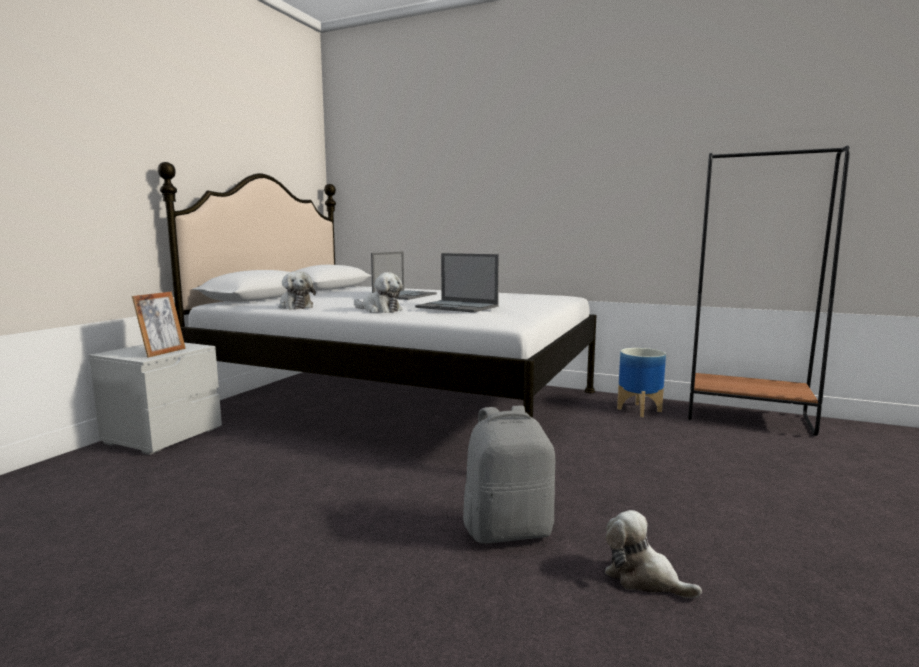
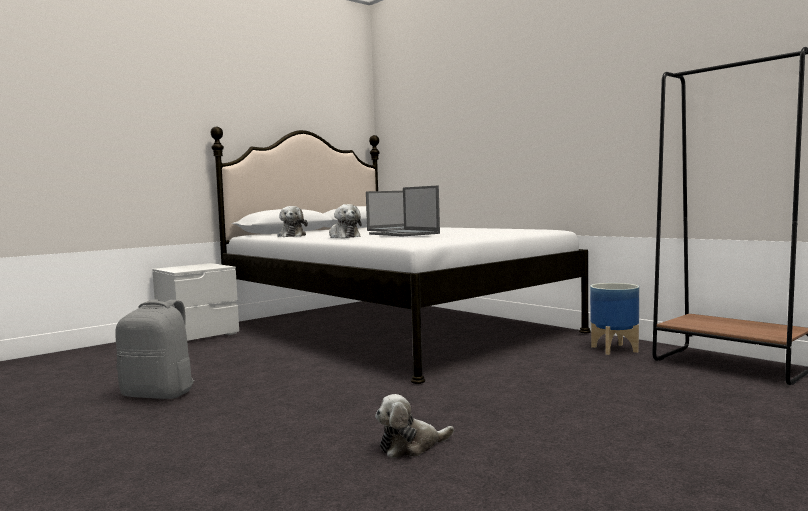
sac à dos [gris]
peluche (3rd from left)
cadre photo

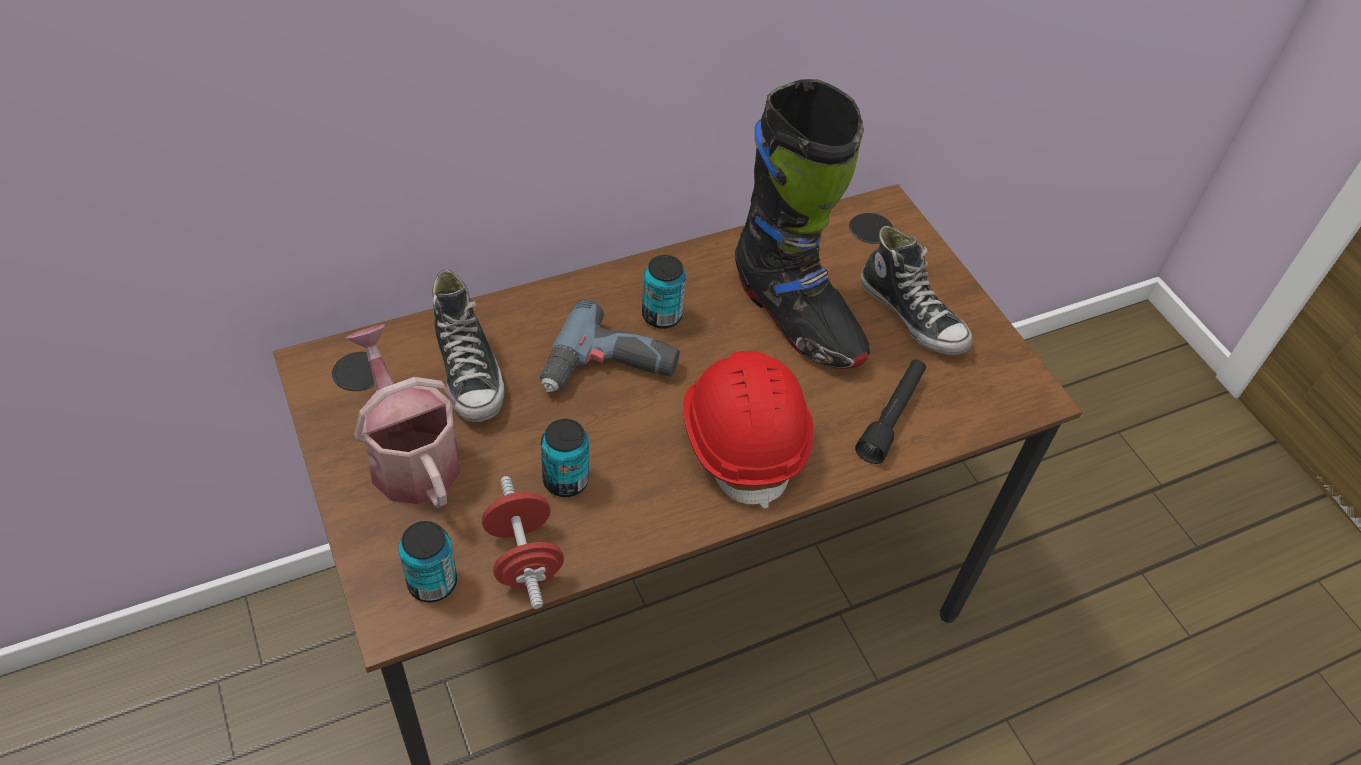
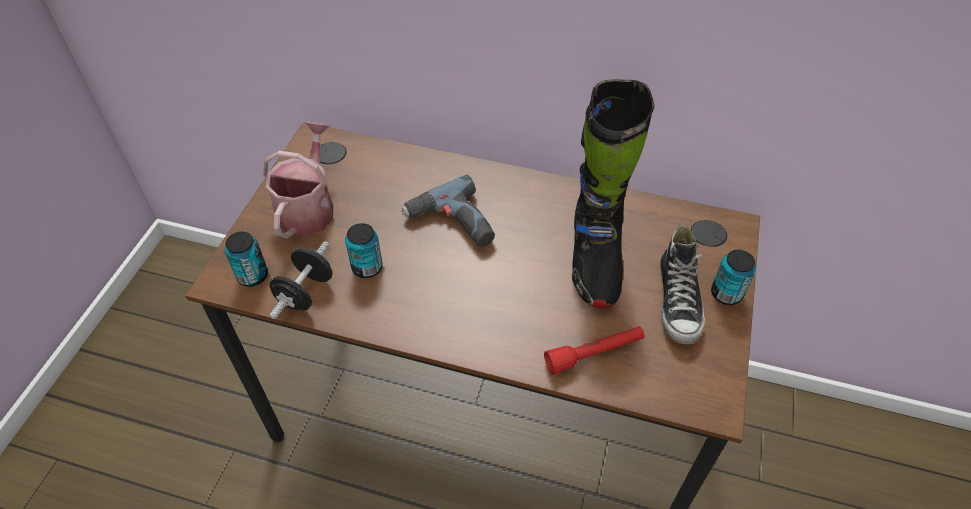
haltère [noir]
lampe de poche [rouge]
boîte métallique (3rd from left)
chaussure (1st from left in the first image)
casque de chantier [rouge]

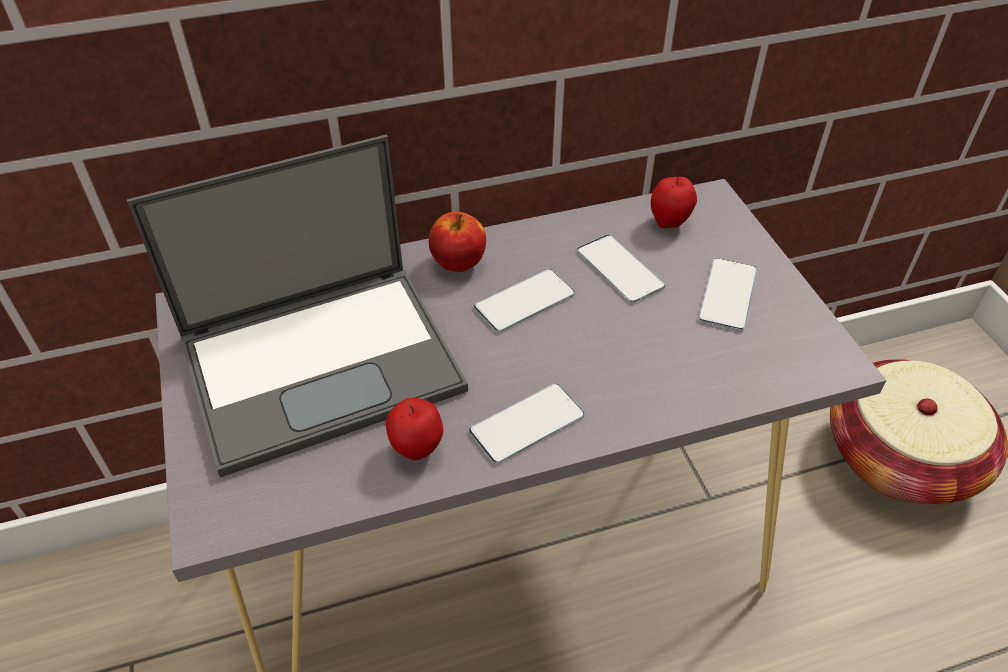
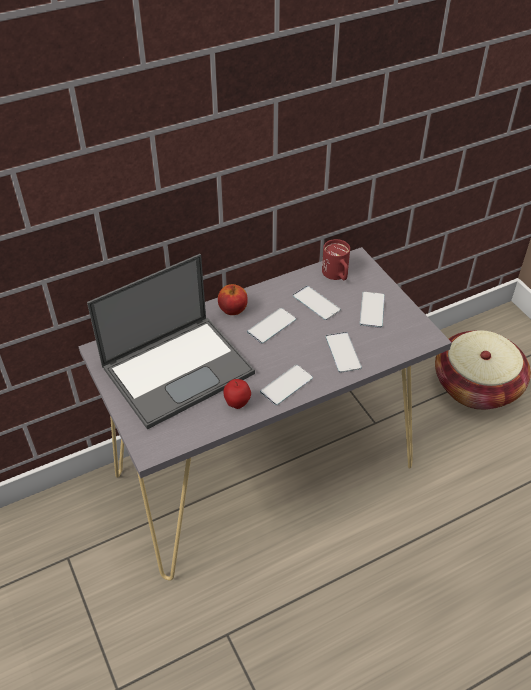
mug [rouge]
téléphone (4th from left)

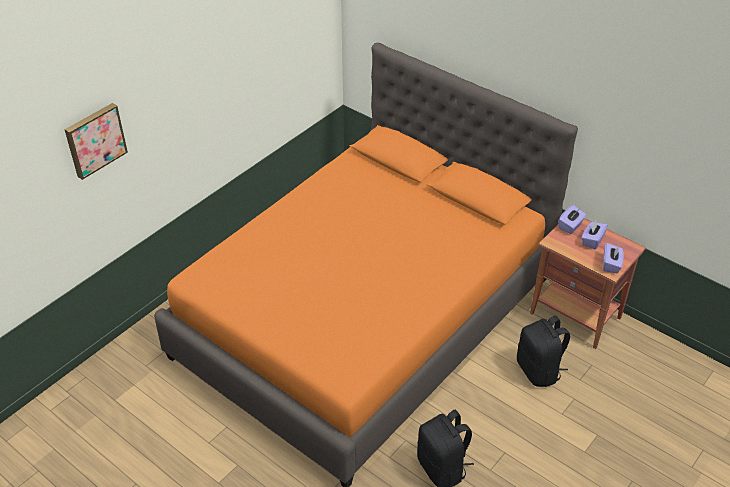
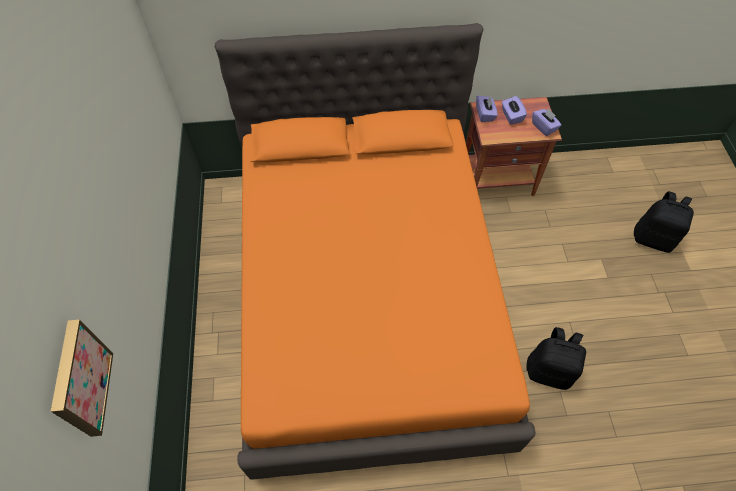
sac à dos [noir] (2nd from left)

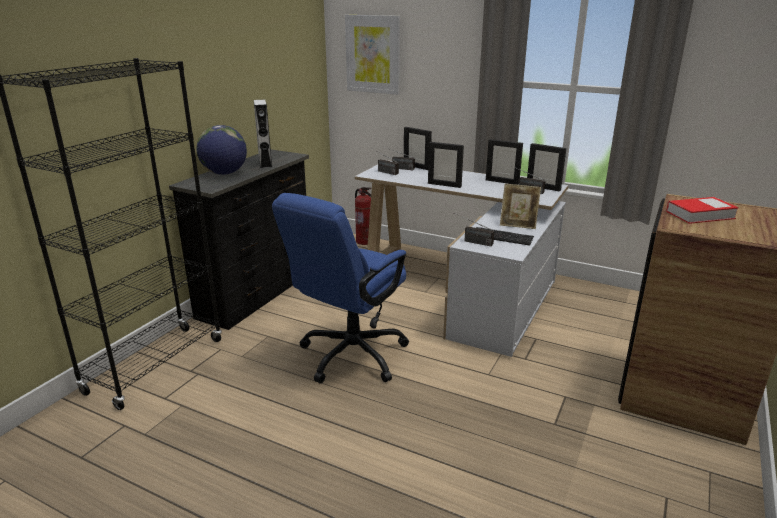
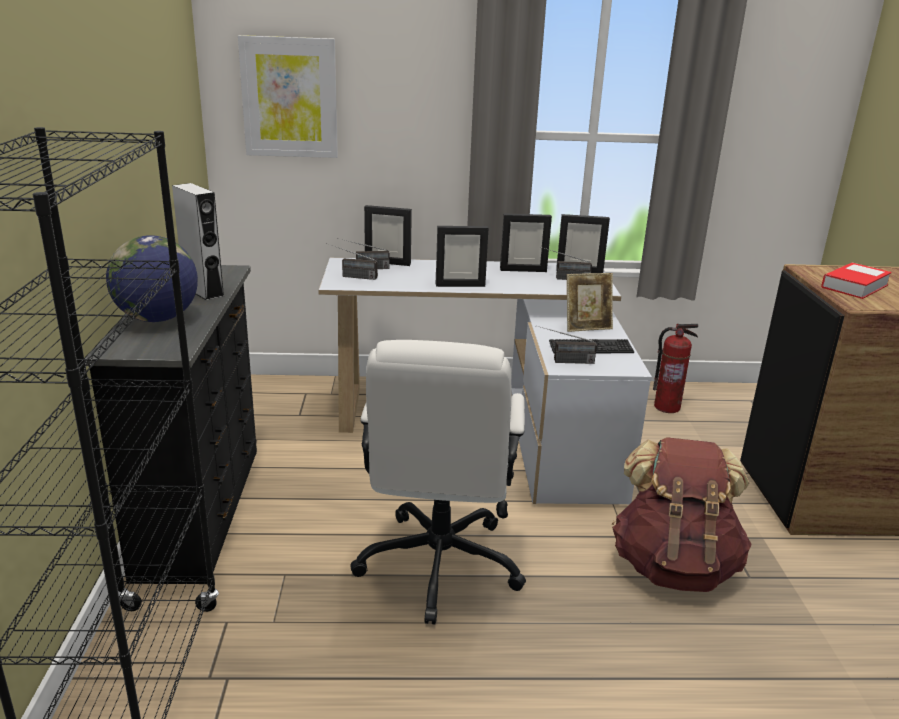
chaise de bureau [blanc]
sac à dos [marron]
extincteur

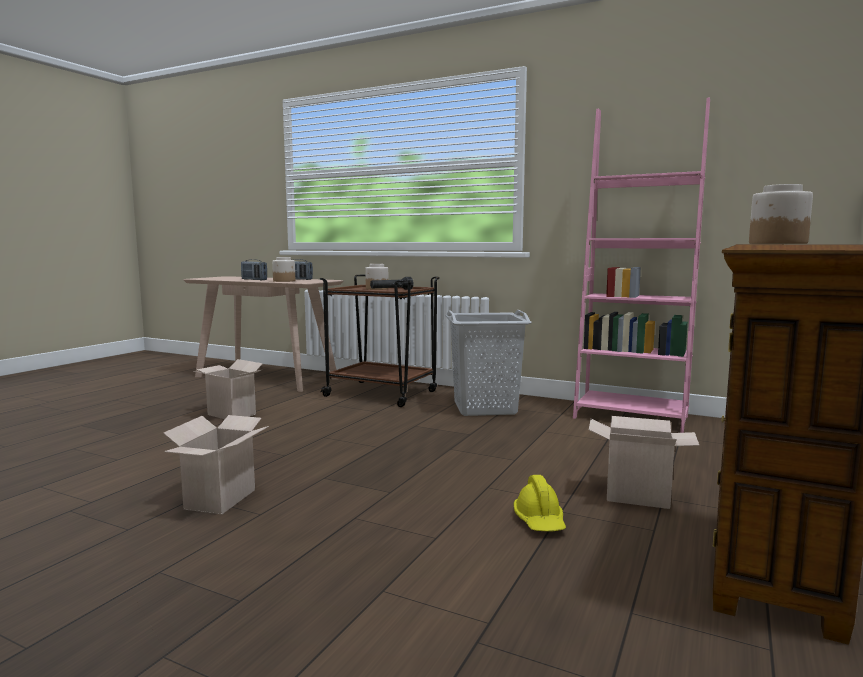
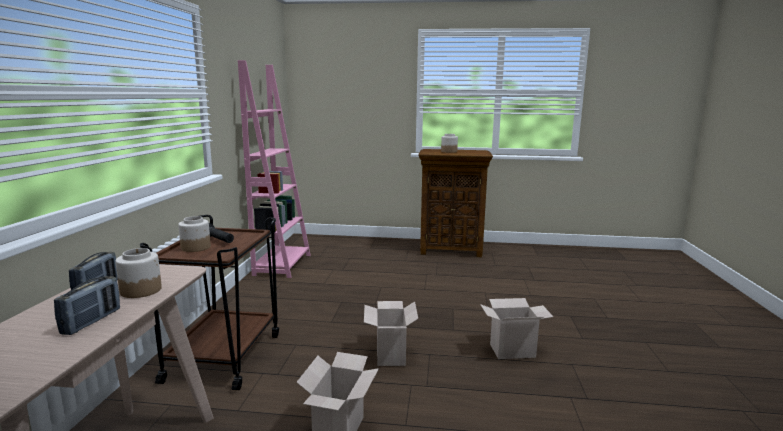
carton (2nd from left)
panier à linge [gris]
casque de chantier [jaune]

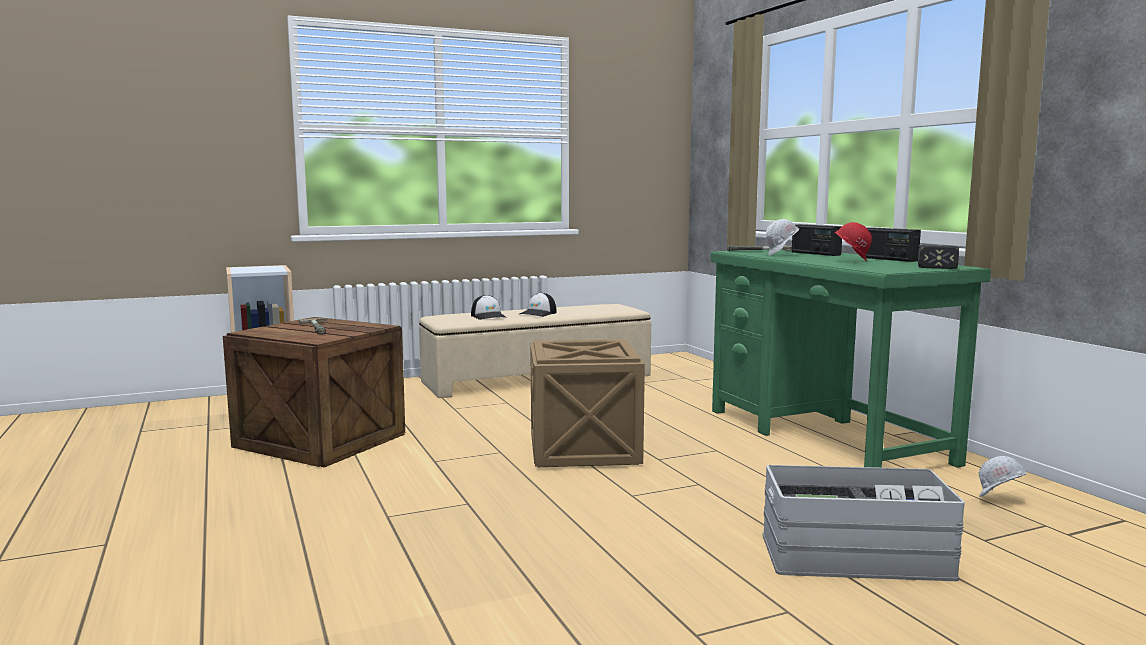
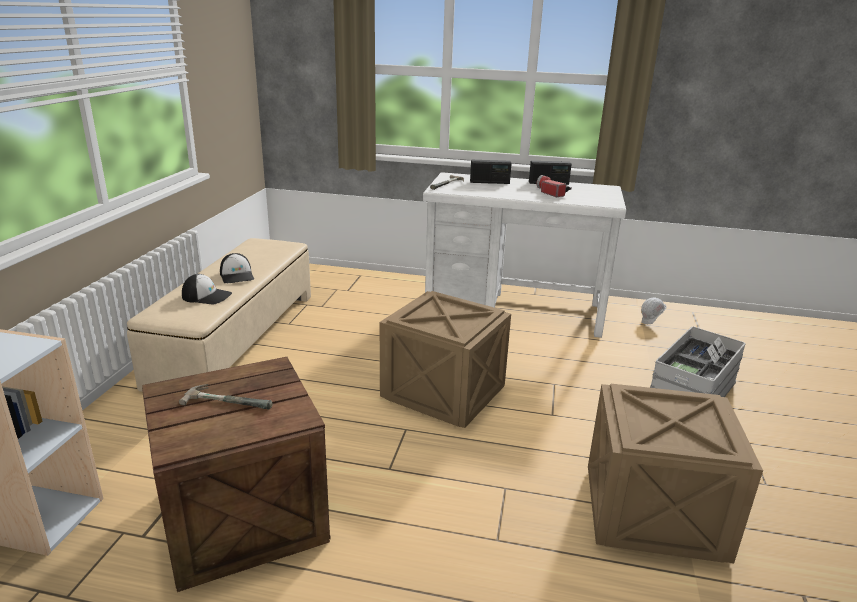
bureau [blanc]
lampe de poche
caisse (3rd from left)
casque de chantier [blanc] (1st from left in the first image)
marteau (3rd from left in the first image)

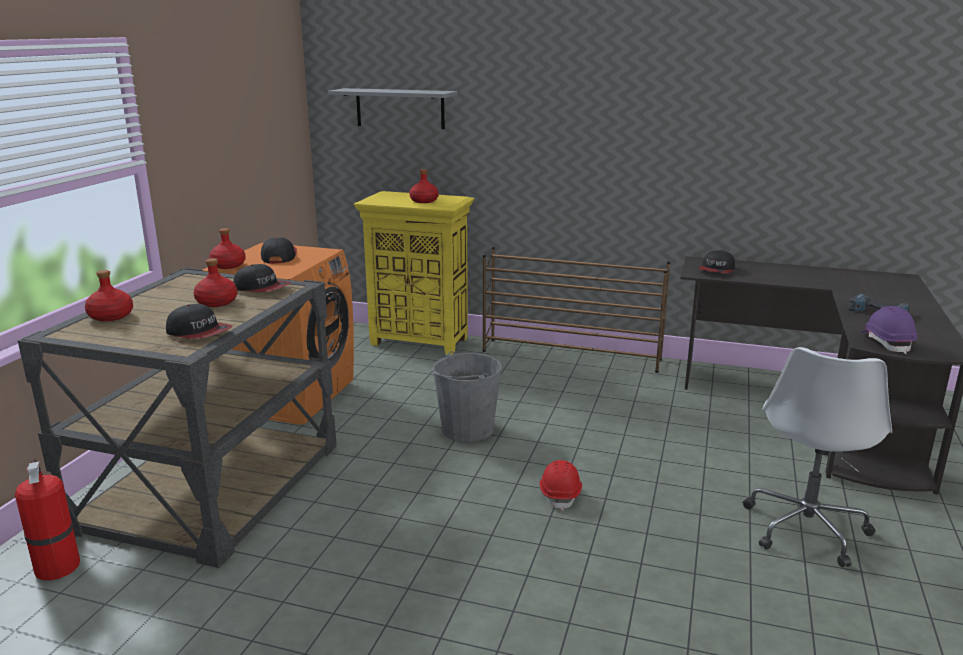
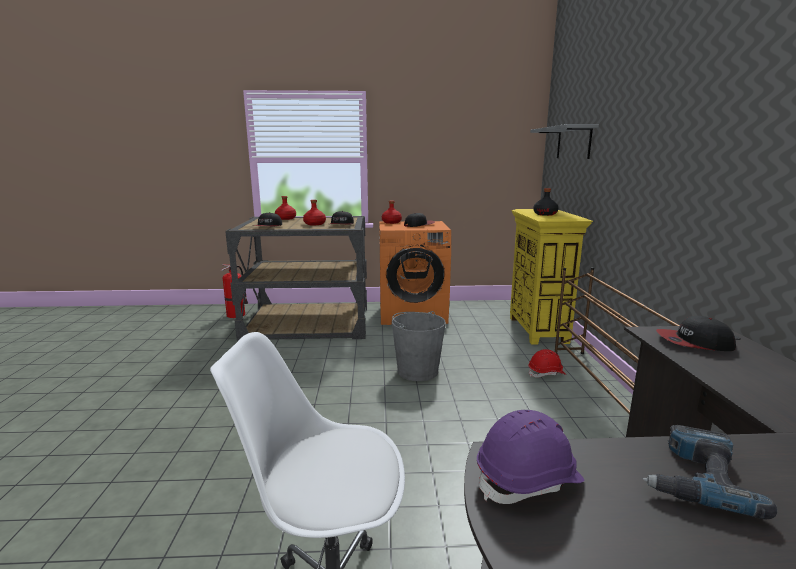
casque de chantier [rouge]
bouteille [noir]

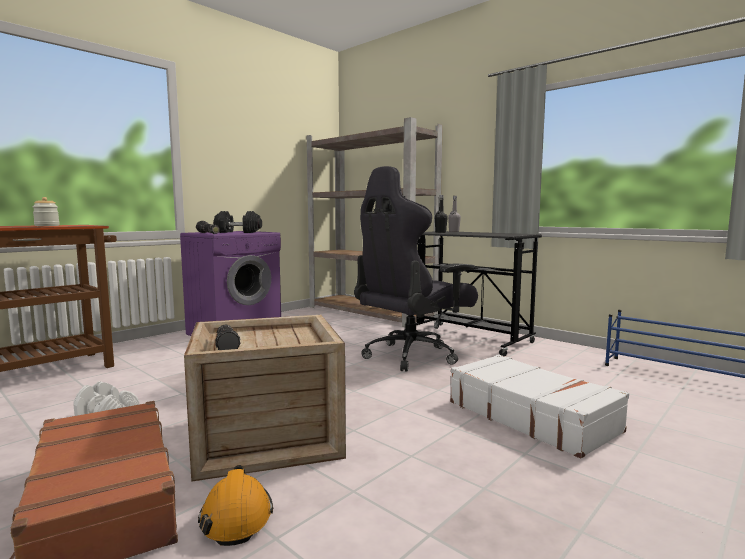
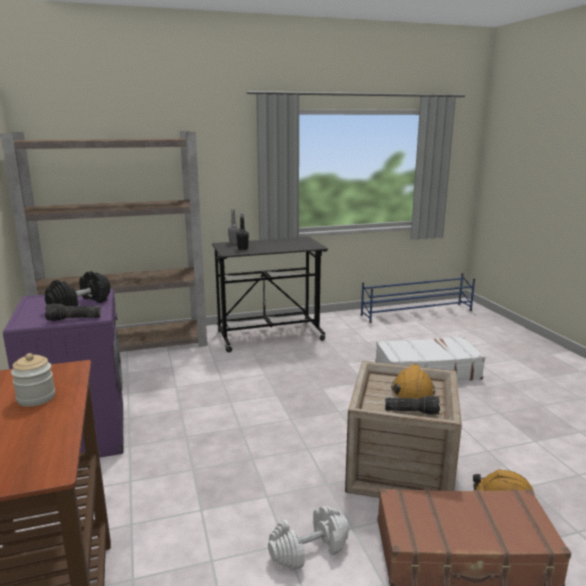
casque de chantier [orange] (1st from left)
chaise de bureau [noir]

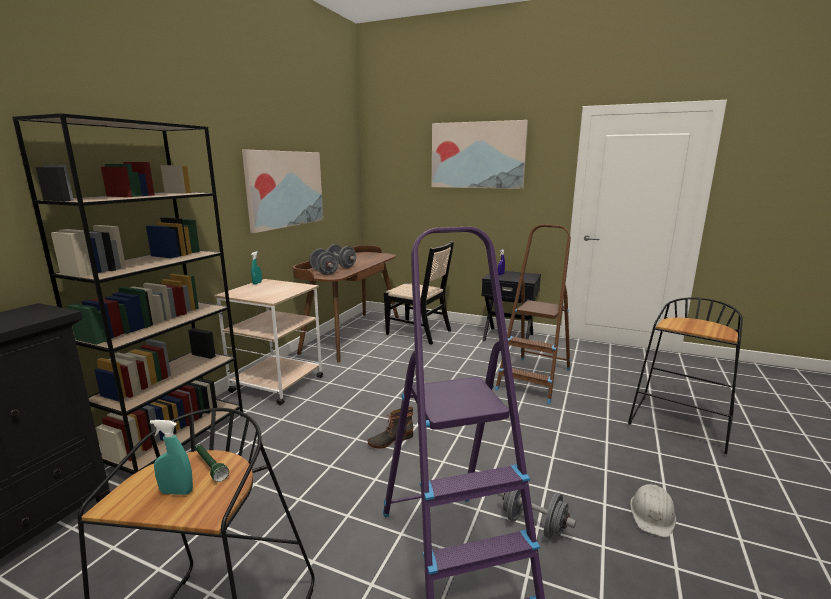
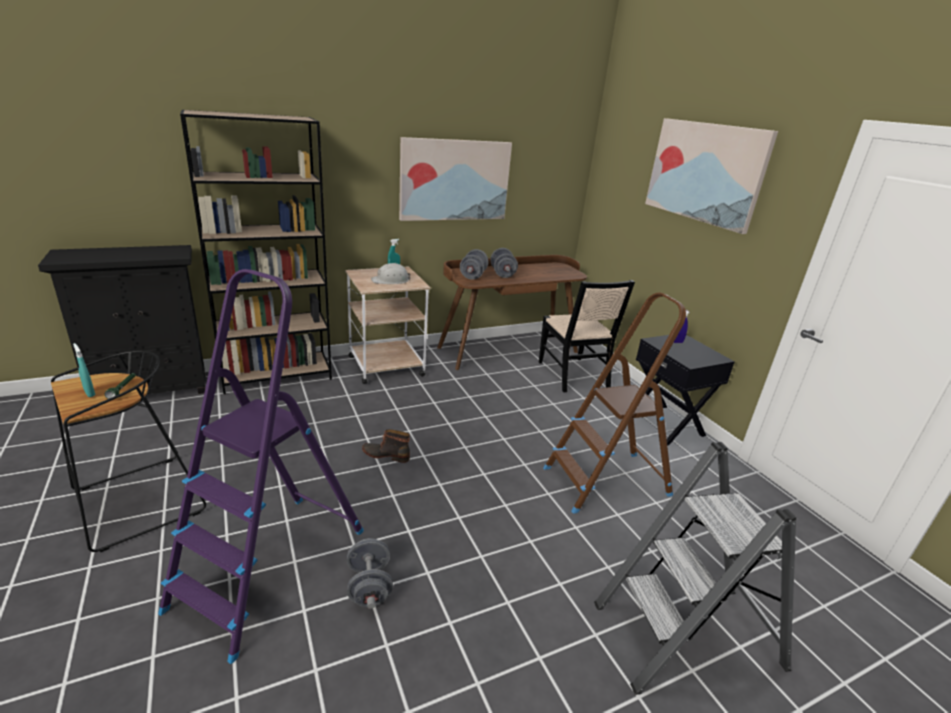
casque de chantier [blanc]
escabeau [gris]

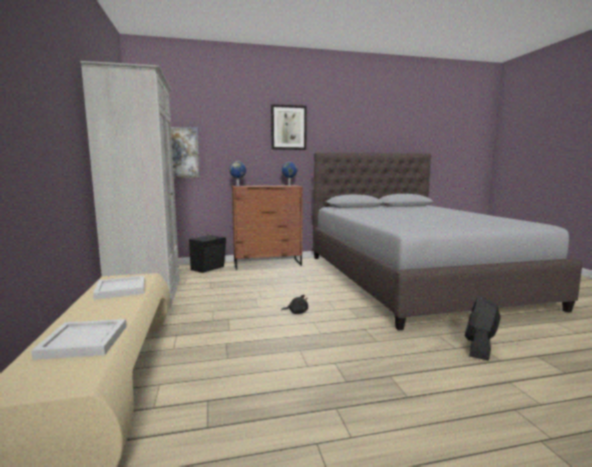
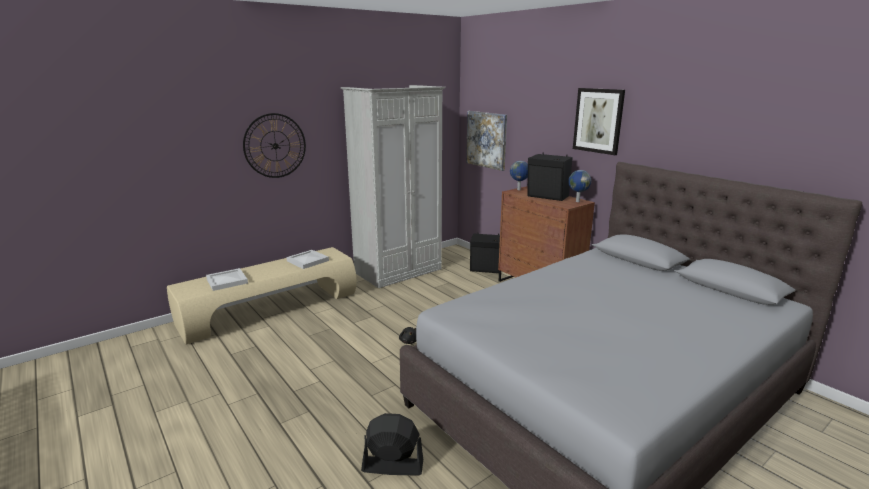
horloge murale
enceinte [noir] (2nd from left)

